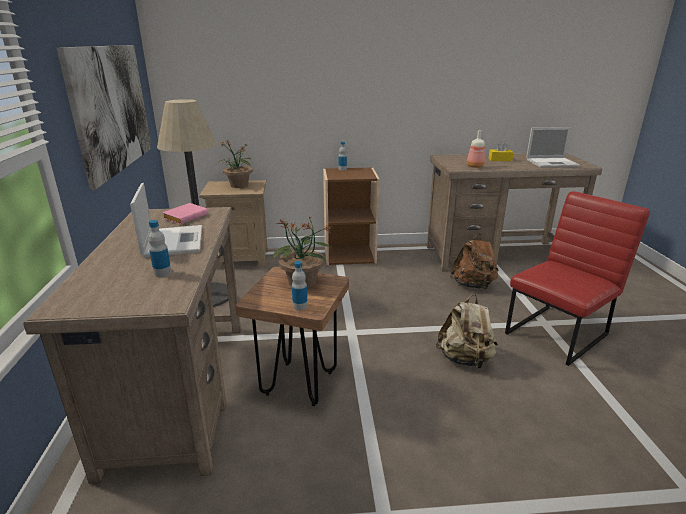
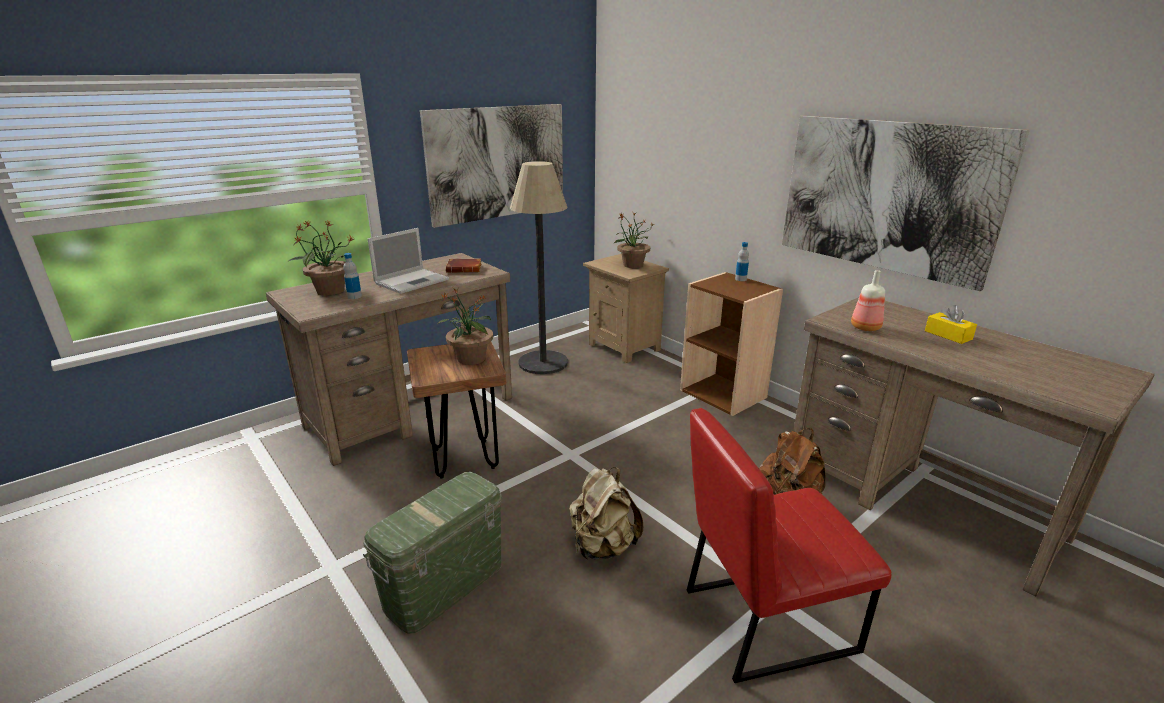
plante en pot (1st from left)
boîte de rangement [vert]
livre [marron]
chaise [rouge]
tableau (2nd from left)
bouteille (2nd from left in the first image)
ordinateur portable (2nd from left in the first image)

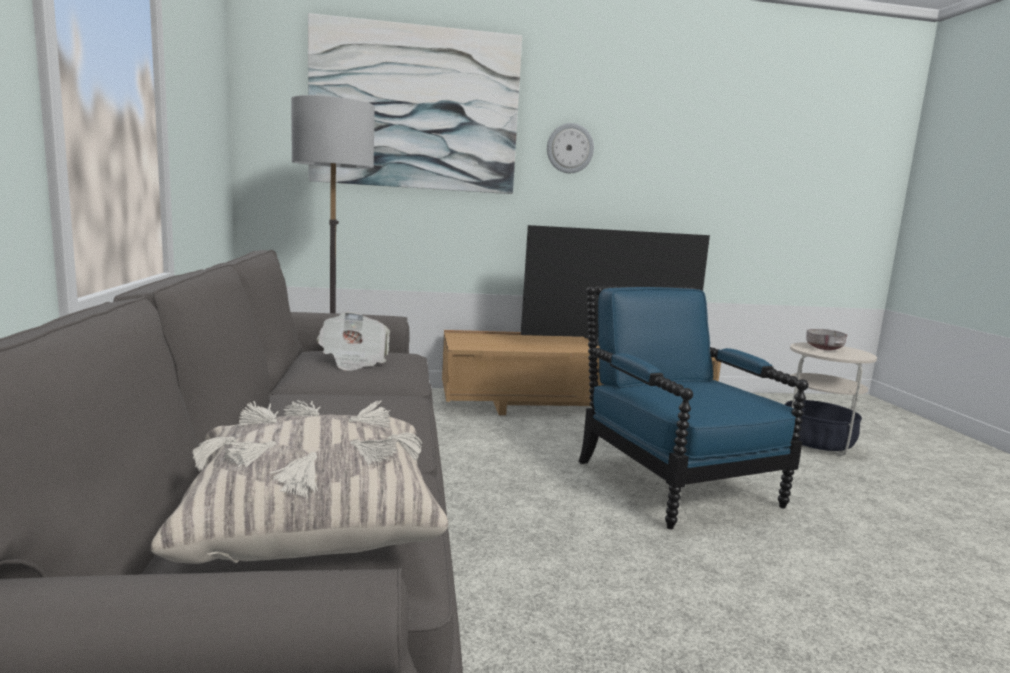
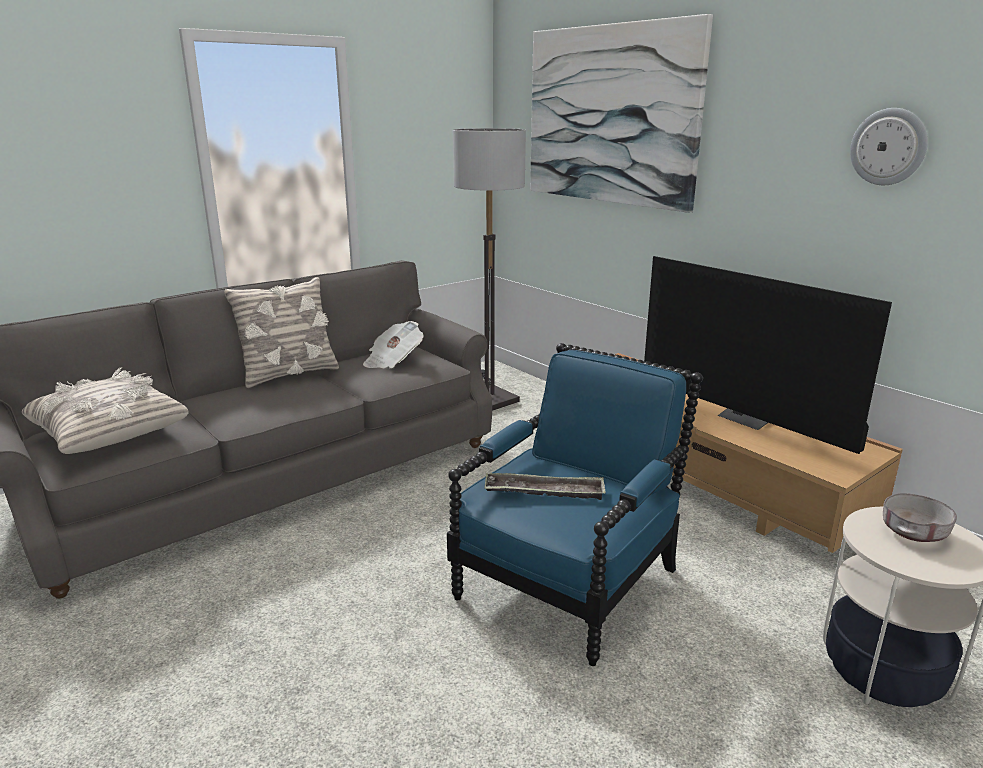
coussin [beige] (2nd from left)
plateau
horloge murale

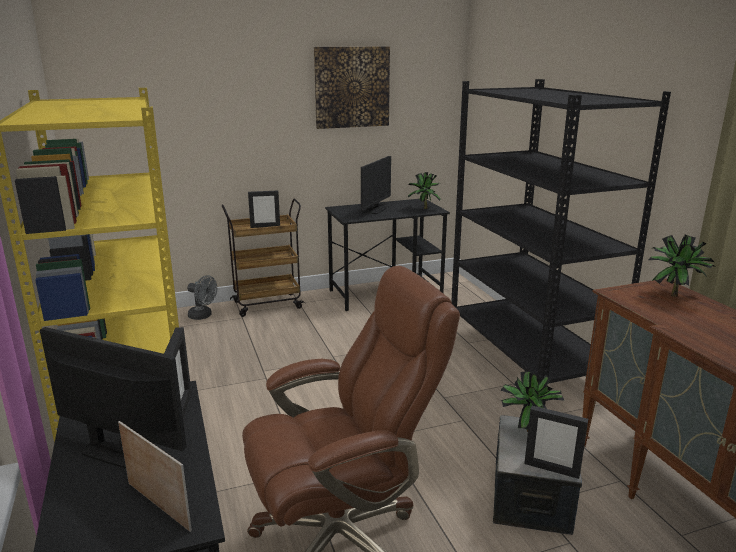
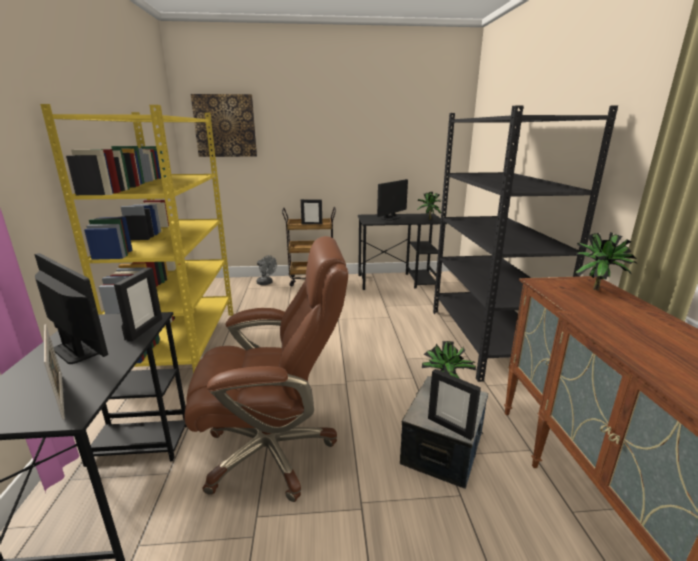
tableau

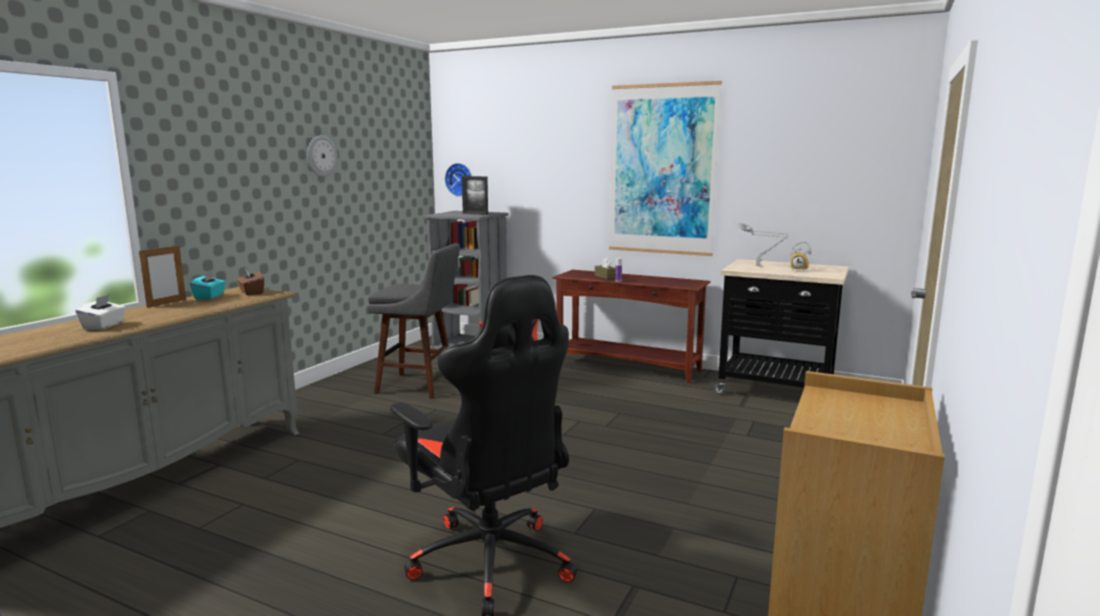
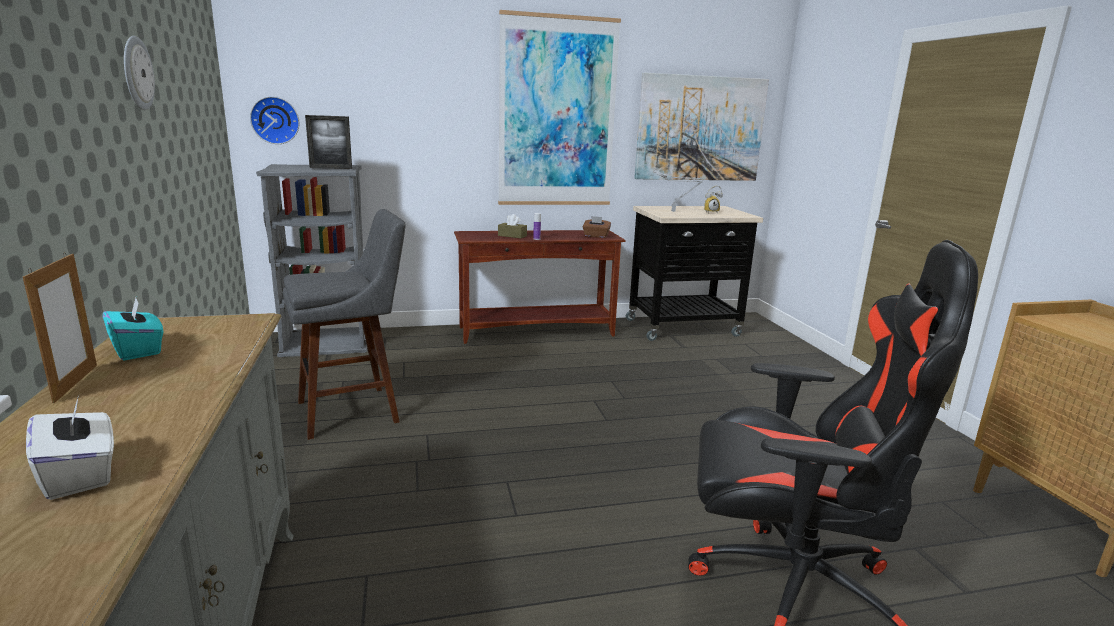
boîte à mouchoirs [marron] (2nd from left)
tableau (2nd from left)

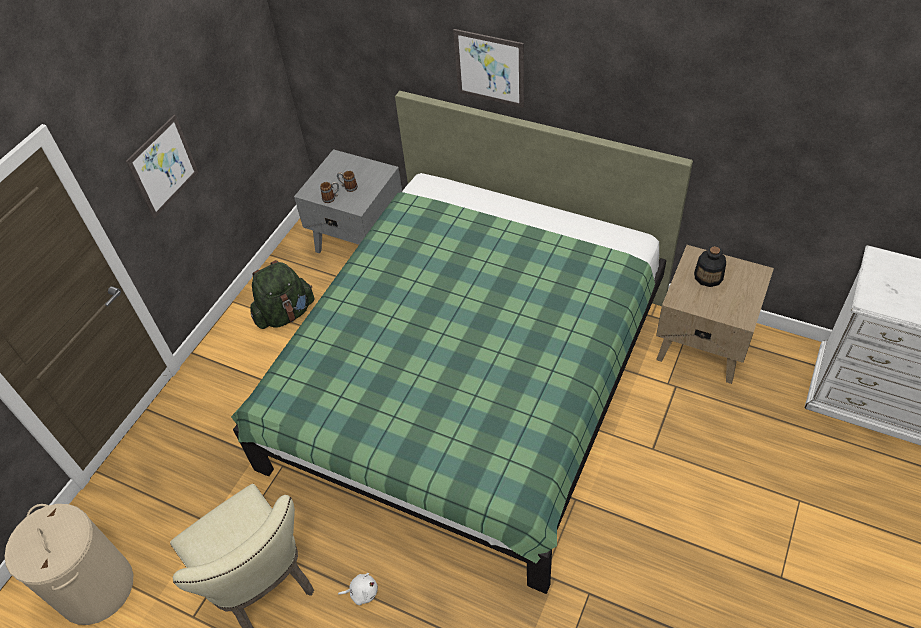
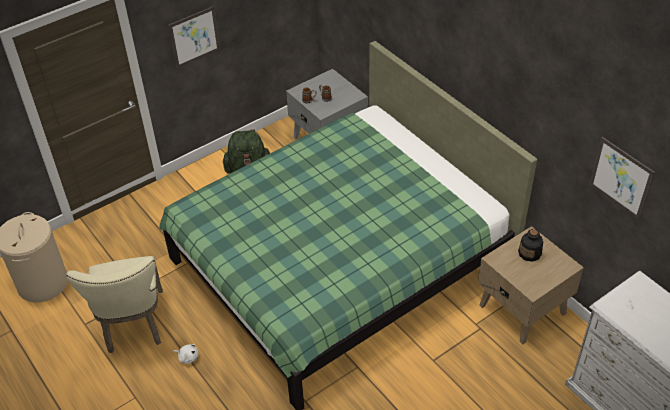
tableau (2nd from left)

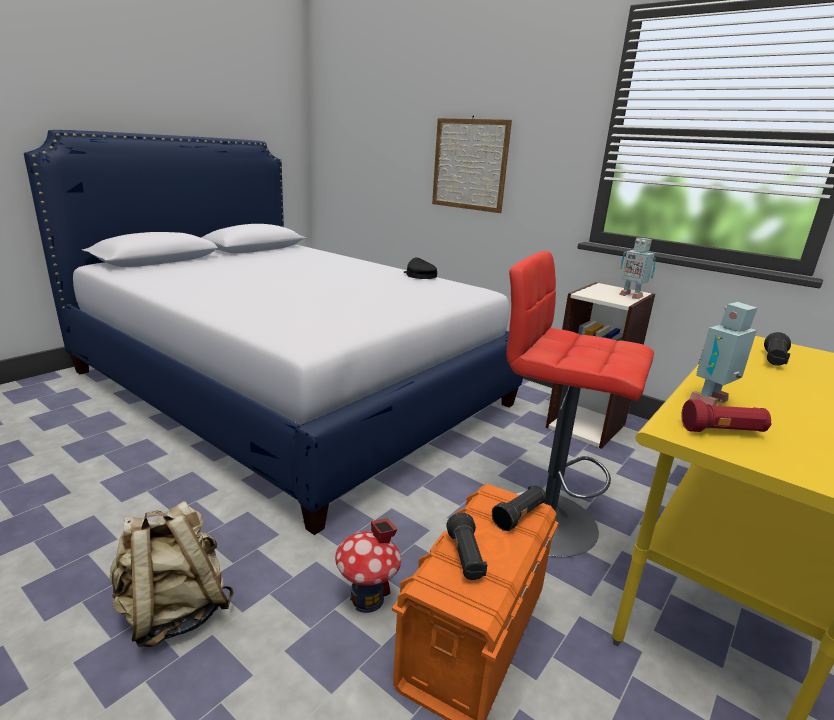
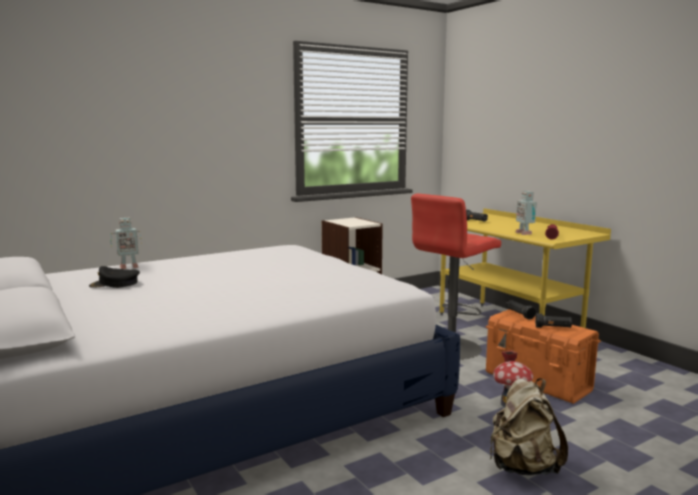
casquette [noir]
robot jouet (1st from left)
tableau

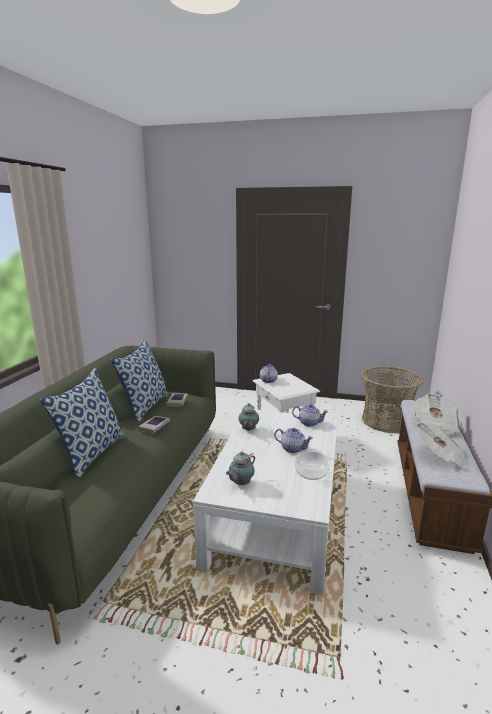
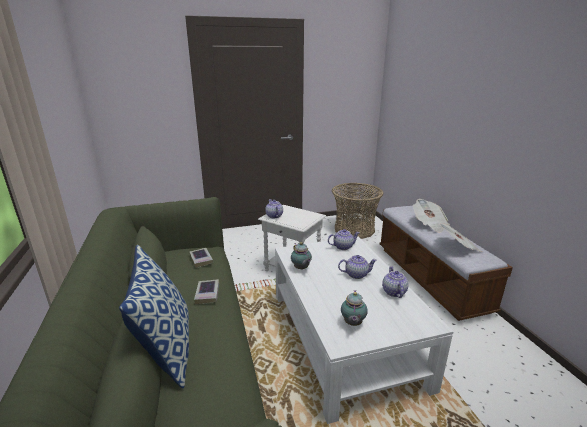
théière (6th from left)
coussin (2nd from left in the first image)

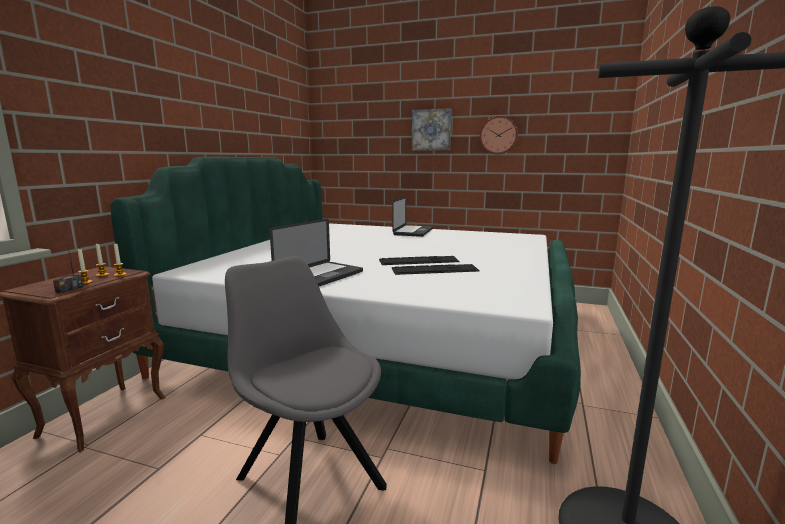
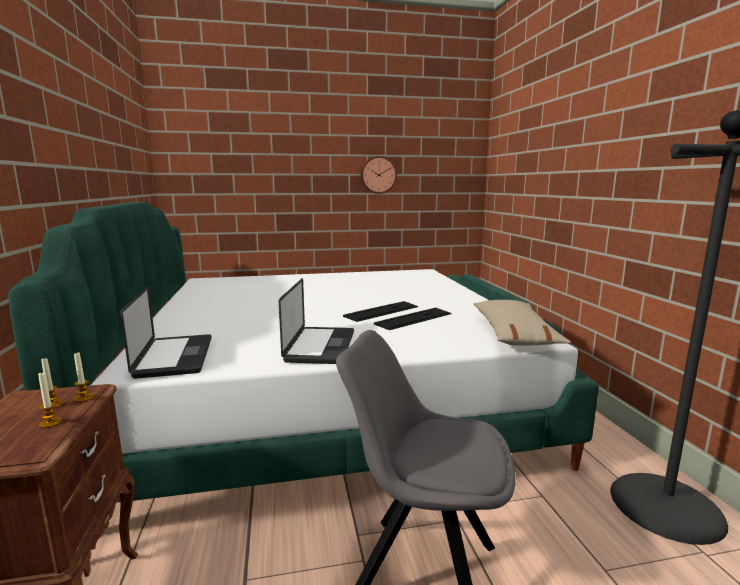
ordinateur portable (1st from left)
coussin [beige]
radio
tableau

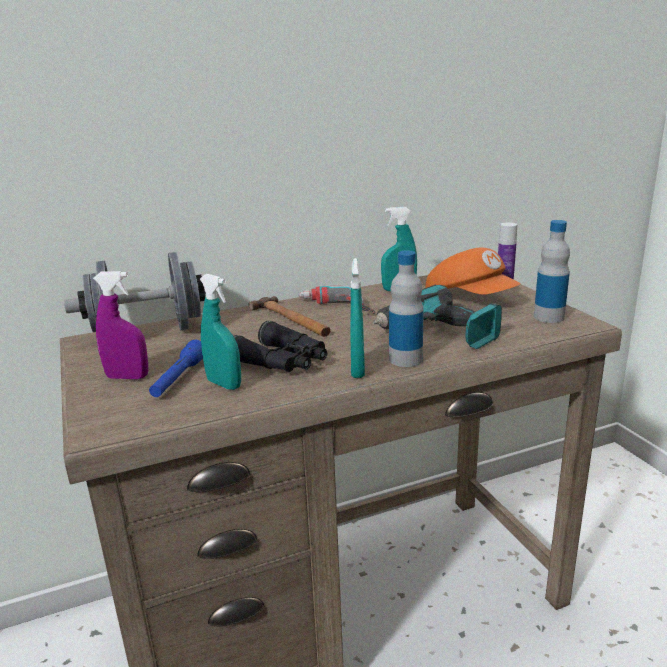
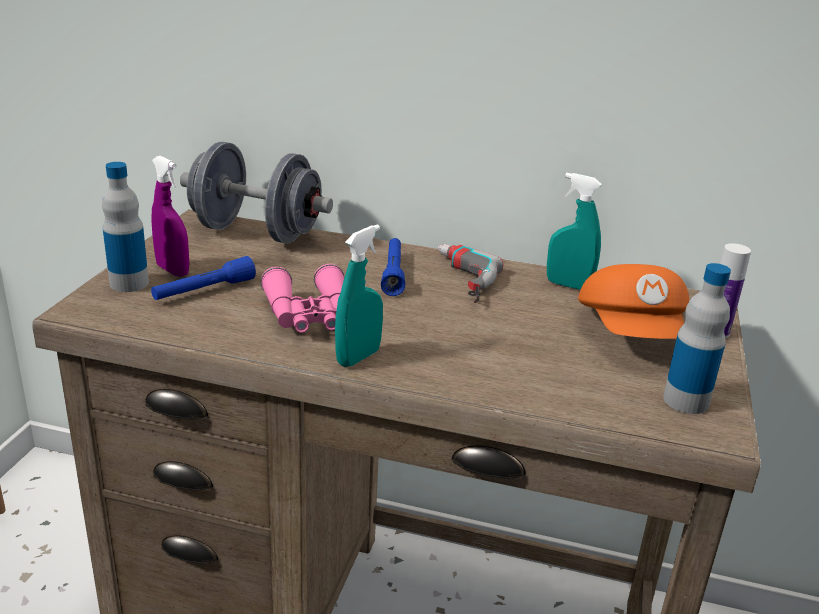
bouteille (1st from left)
jumelles [rose]
lampe de poche [bleu] (2nd from left)
vaporisateur [turquoise] (1st from left in the first image)
perceuse (2nd from left in the first image)

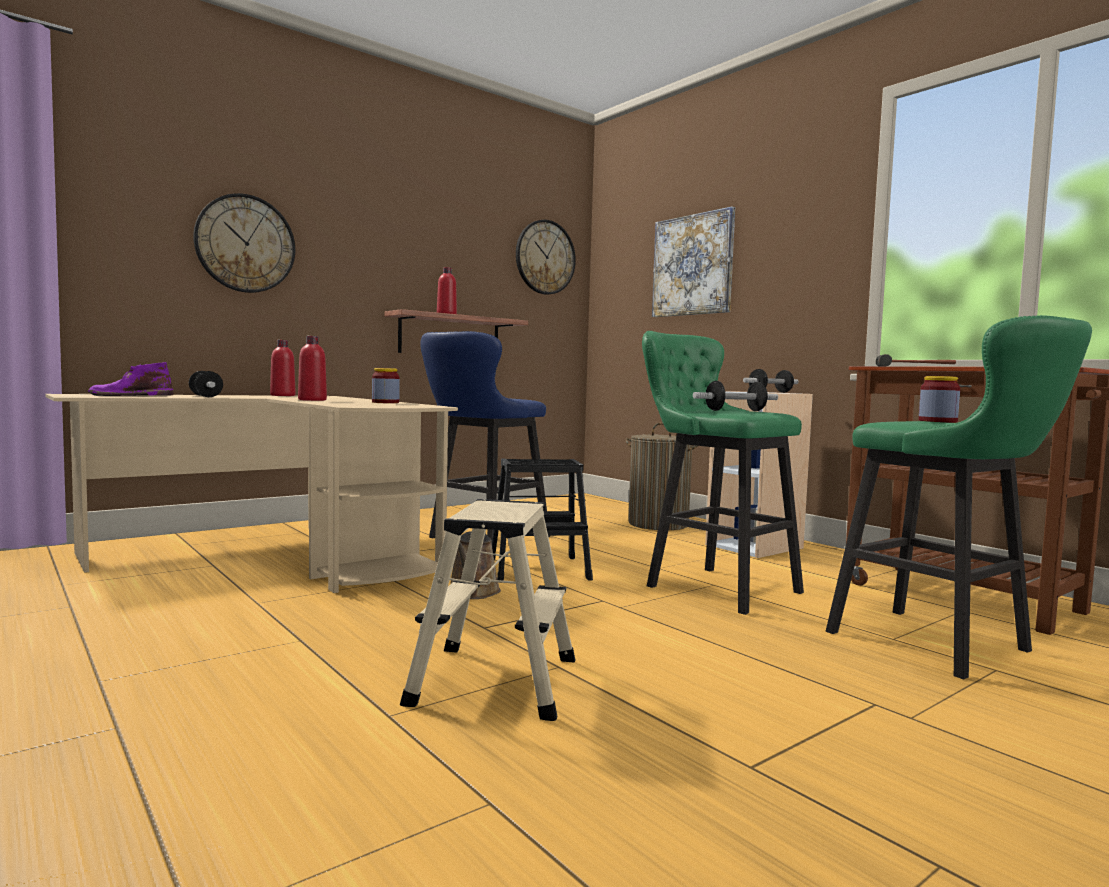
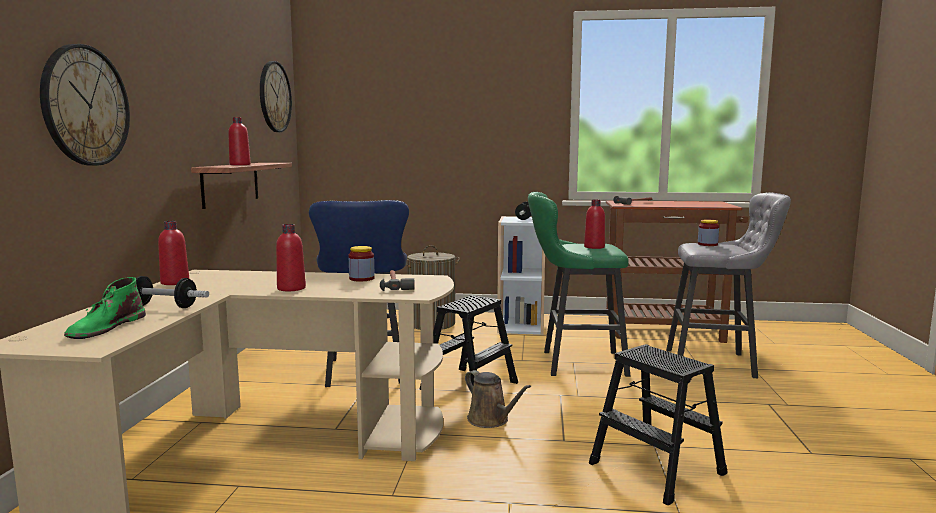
botte [vert]
marteau (1st from left)
bouteille [rouge] (4th from left)
escabeau [noir] (2nd from left)
tabouret [gris]
tableau

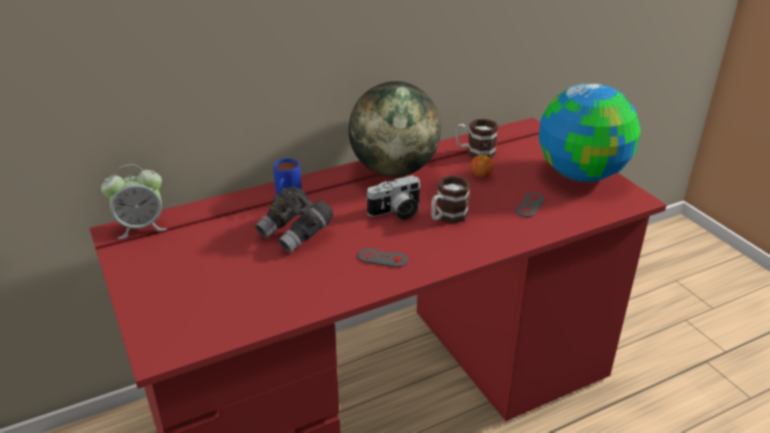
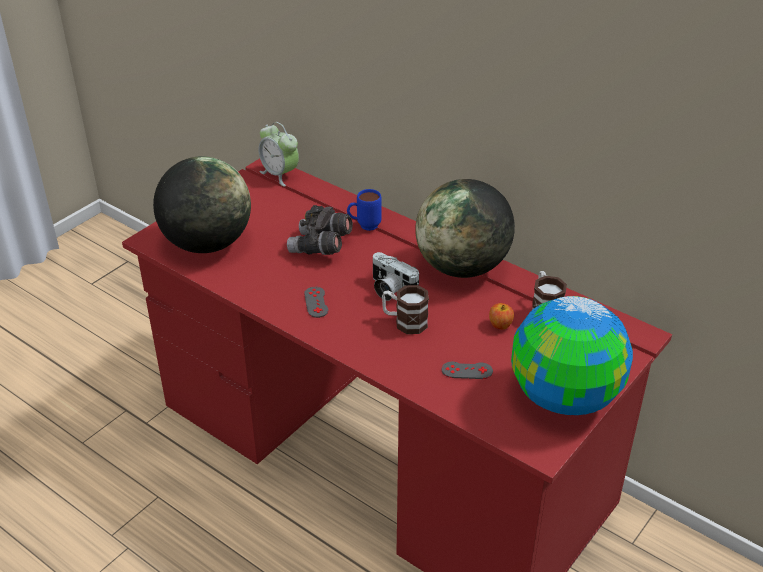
globe (1st from left)

